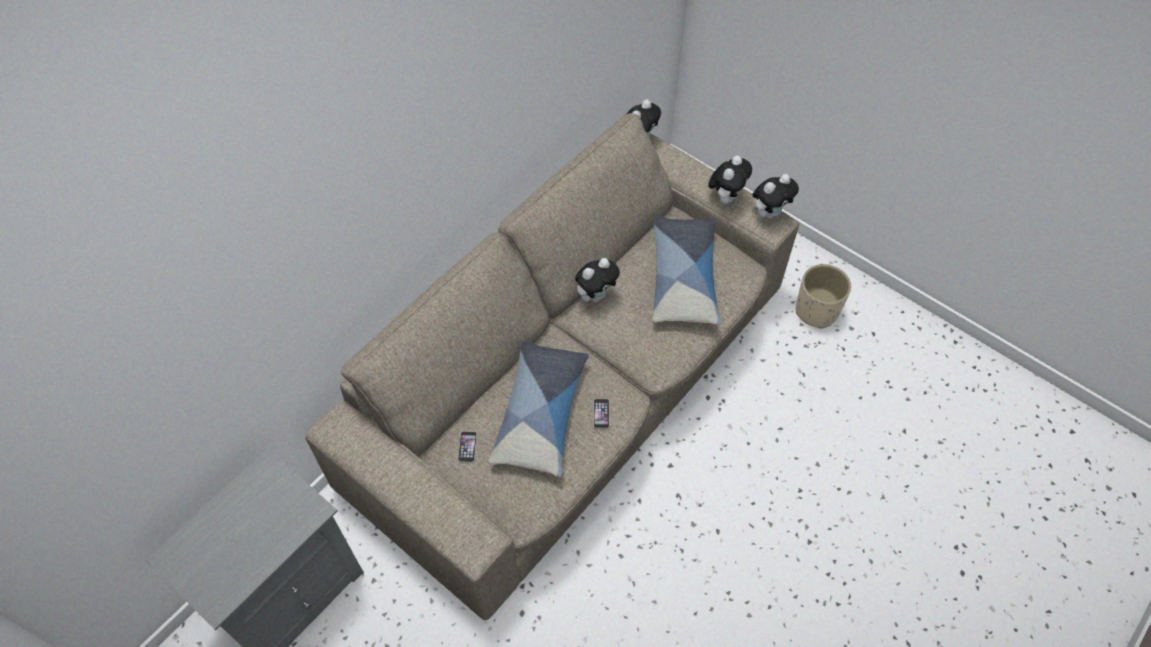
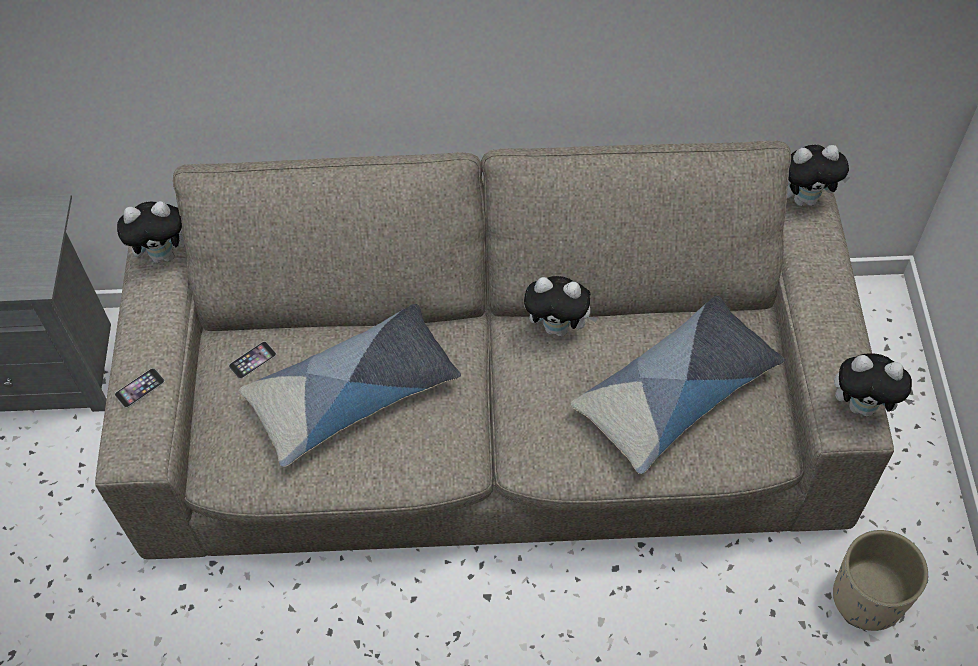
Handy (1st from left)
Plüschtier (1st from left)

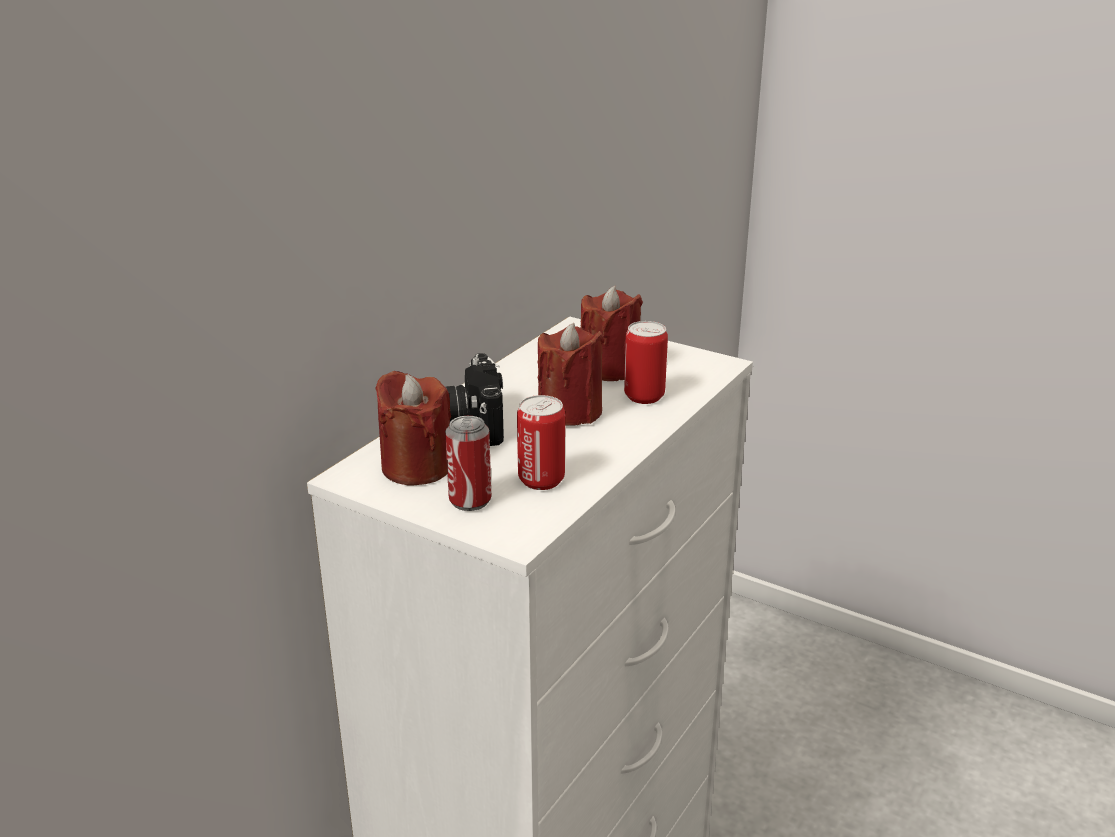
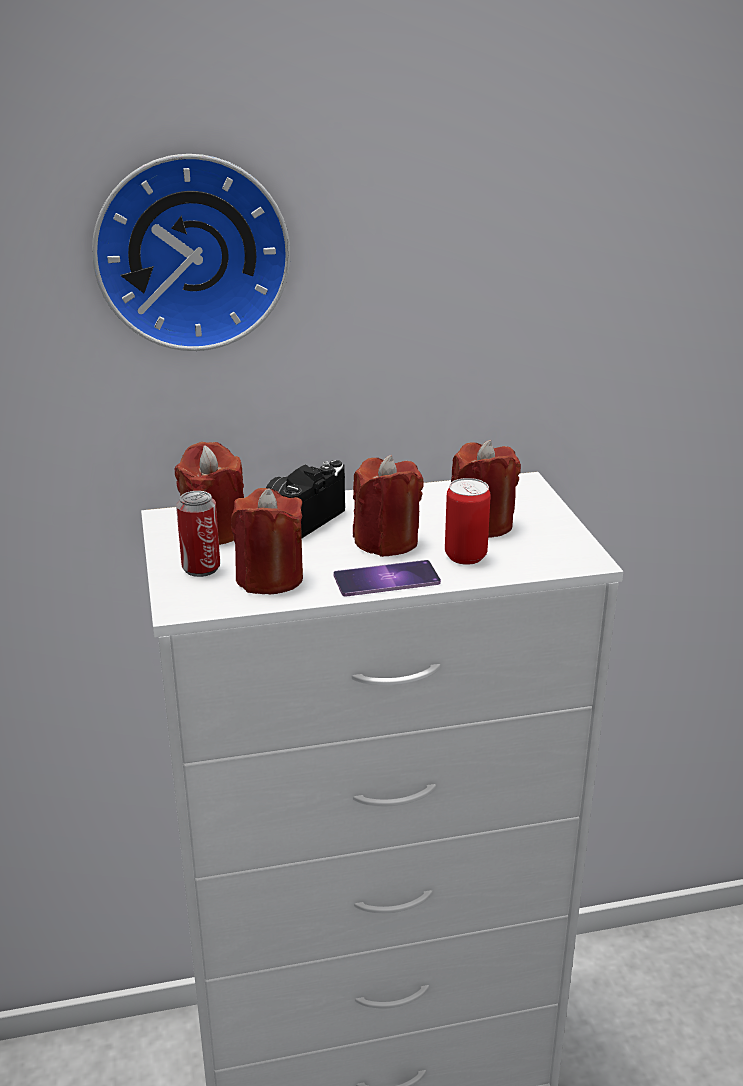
Kerze/rot (2nd from left)
Wanduhr
Handy

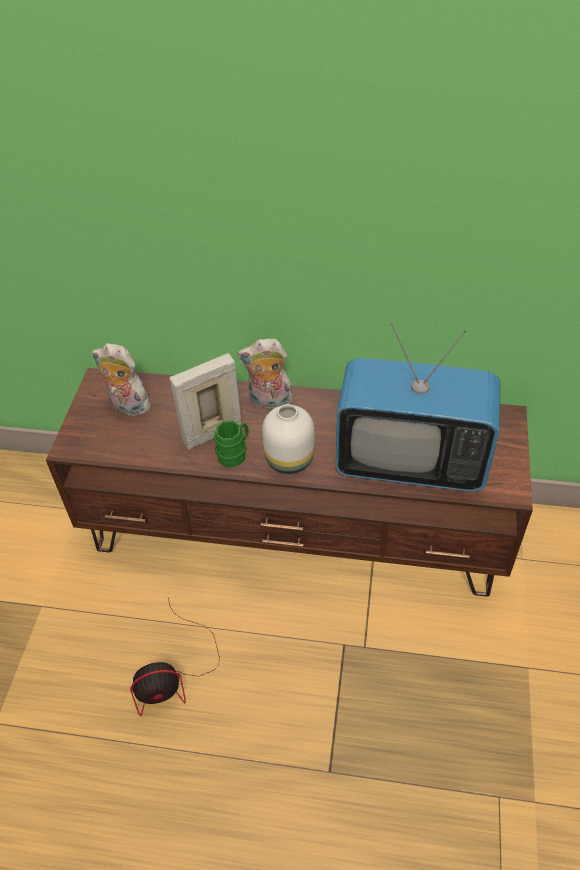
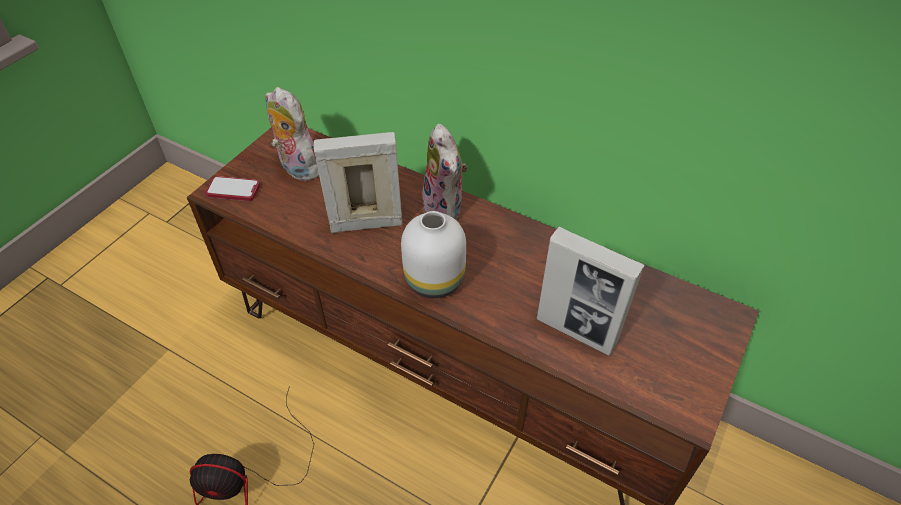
Henkelbecher/grün
Plüschtier (2nd from left)
Bilderrahmen (2nd from left)
Handy

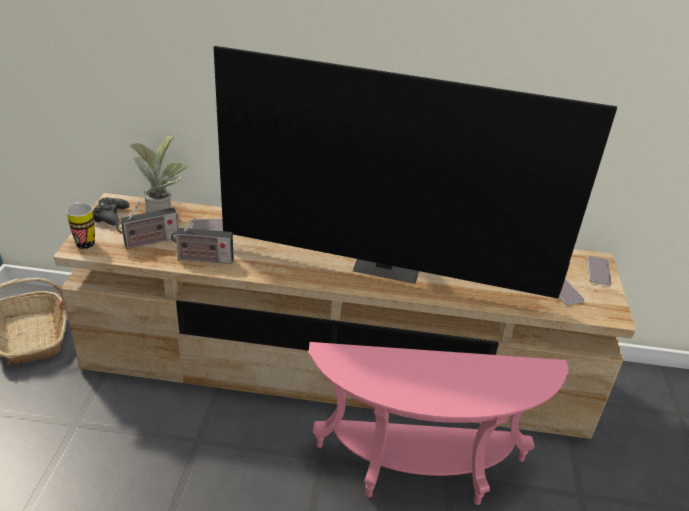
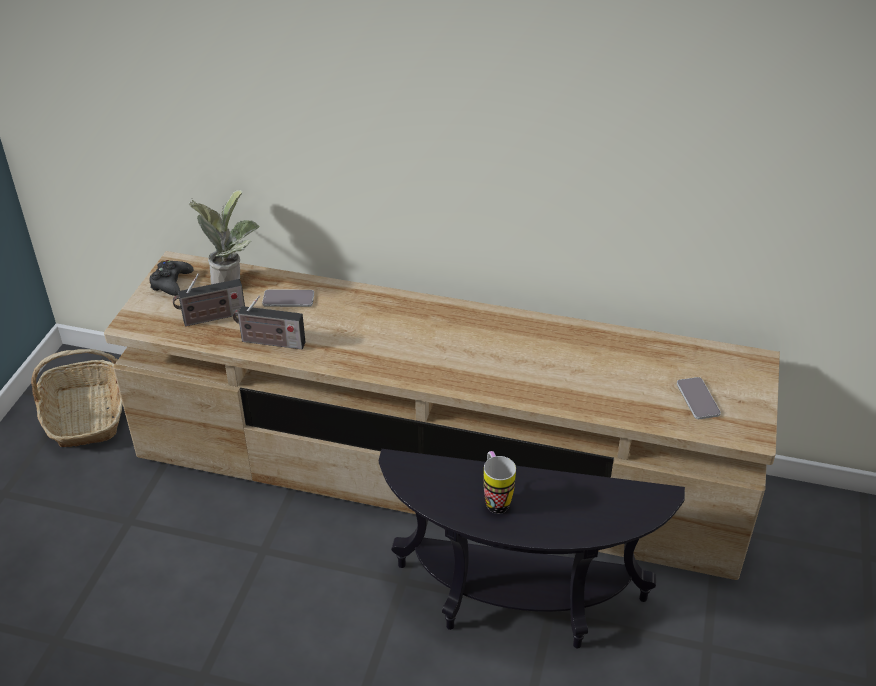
Henkelbecher
Fernseher
Beistelltisch/schwarz
Handy (3rd from left in the first image)

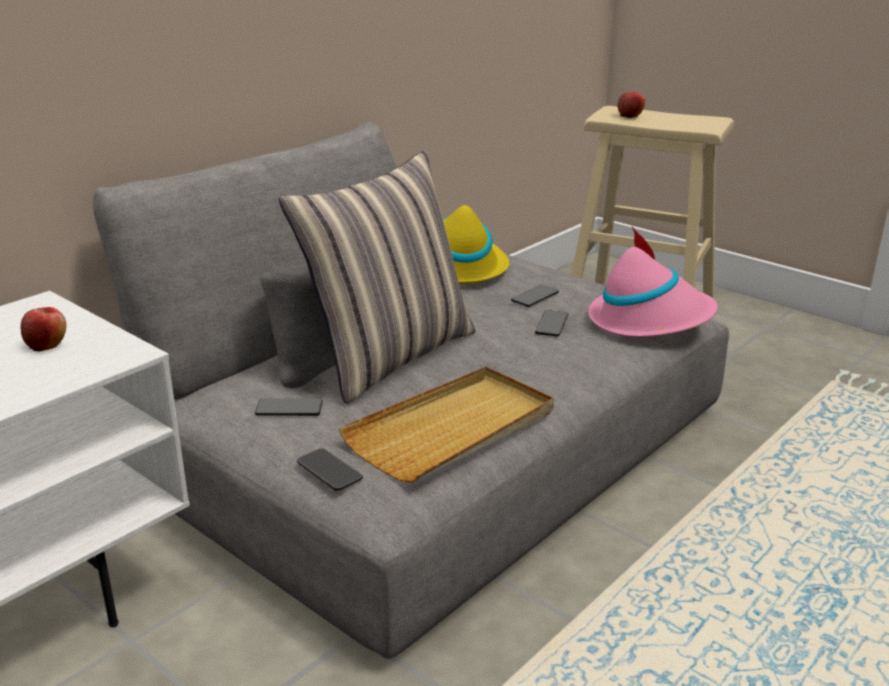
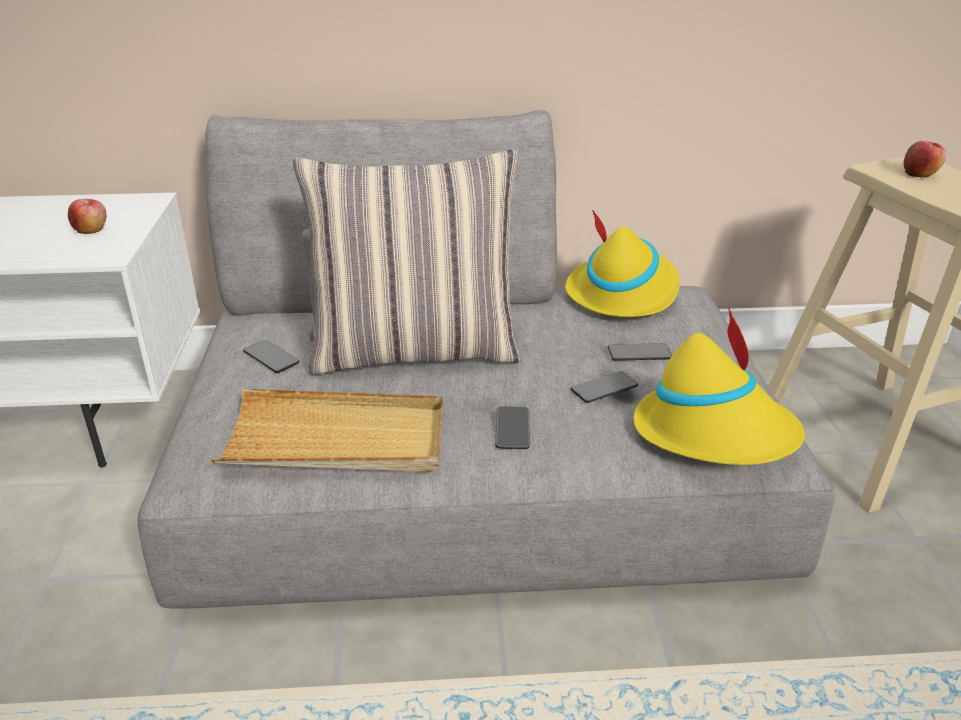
Handy (2nd from left)
Hut/gelb (2nd from left)

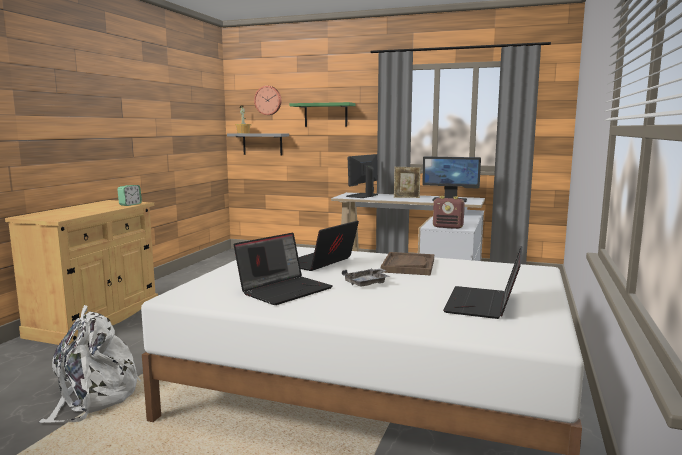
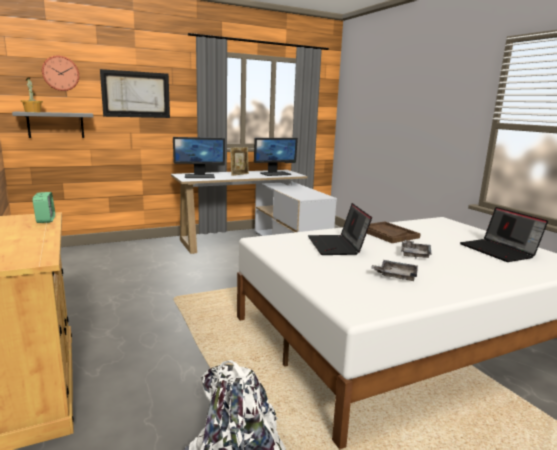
Tablett/grau (1st from left)
Bild
Monitor (1st from left)
Radio

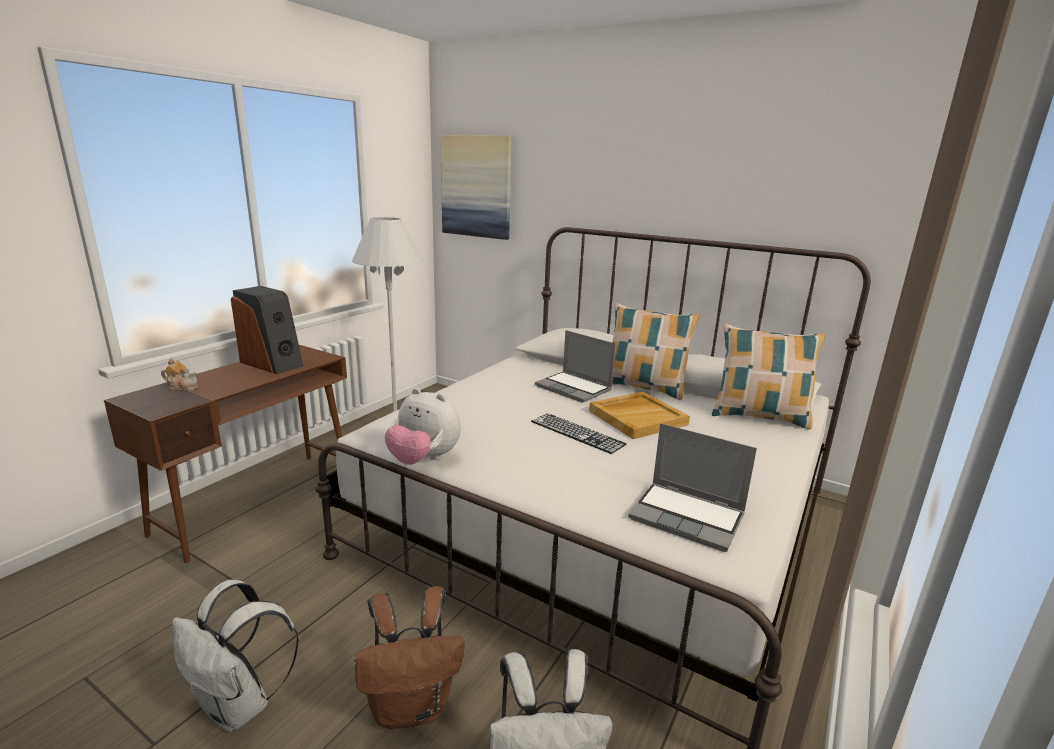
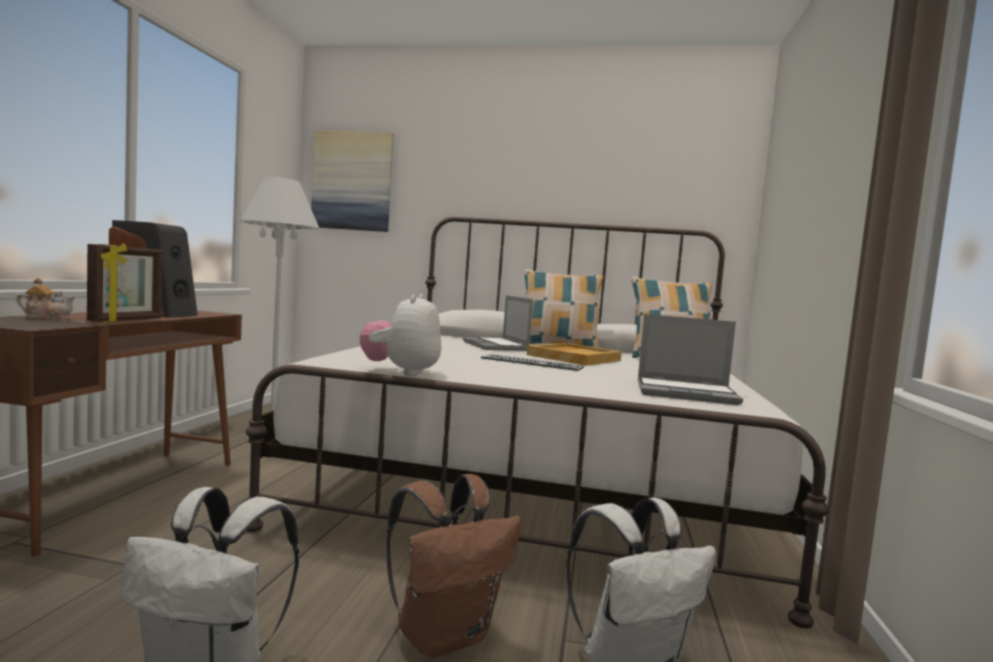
Plüschtier
Laptop (1st from left)
Bilderrahmen

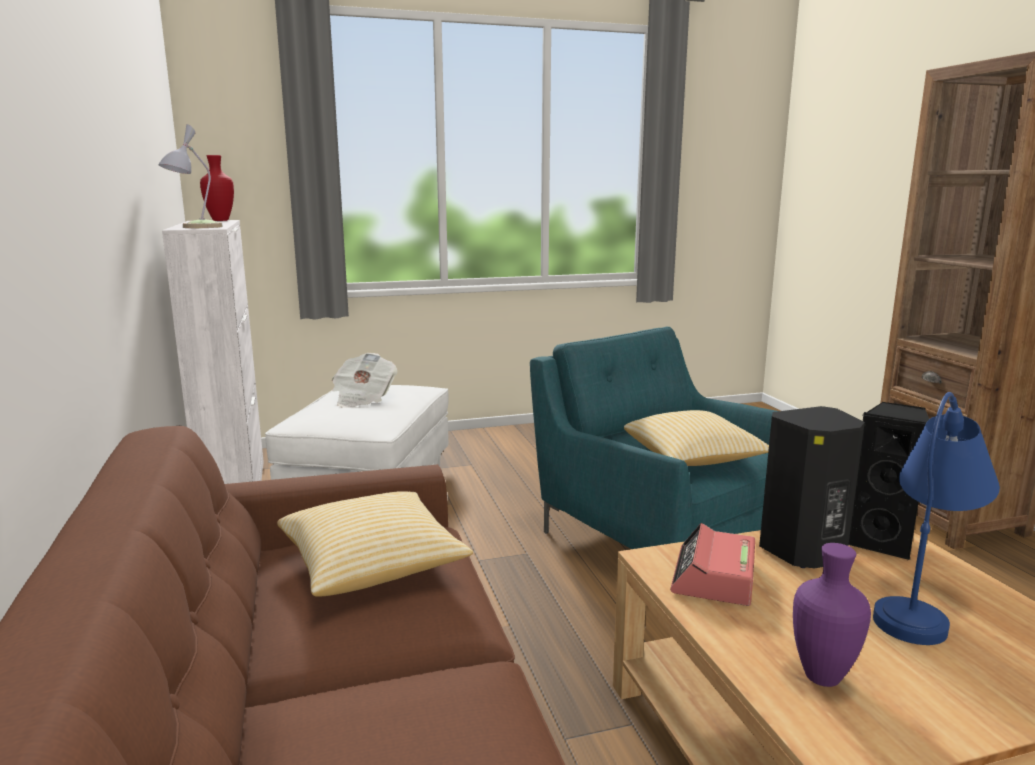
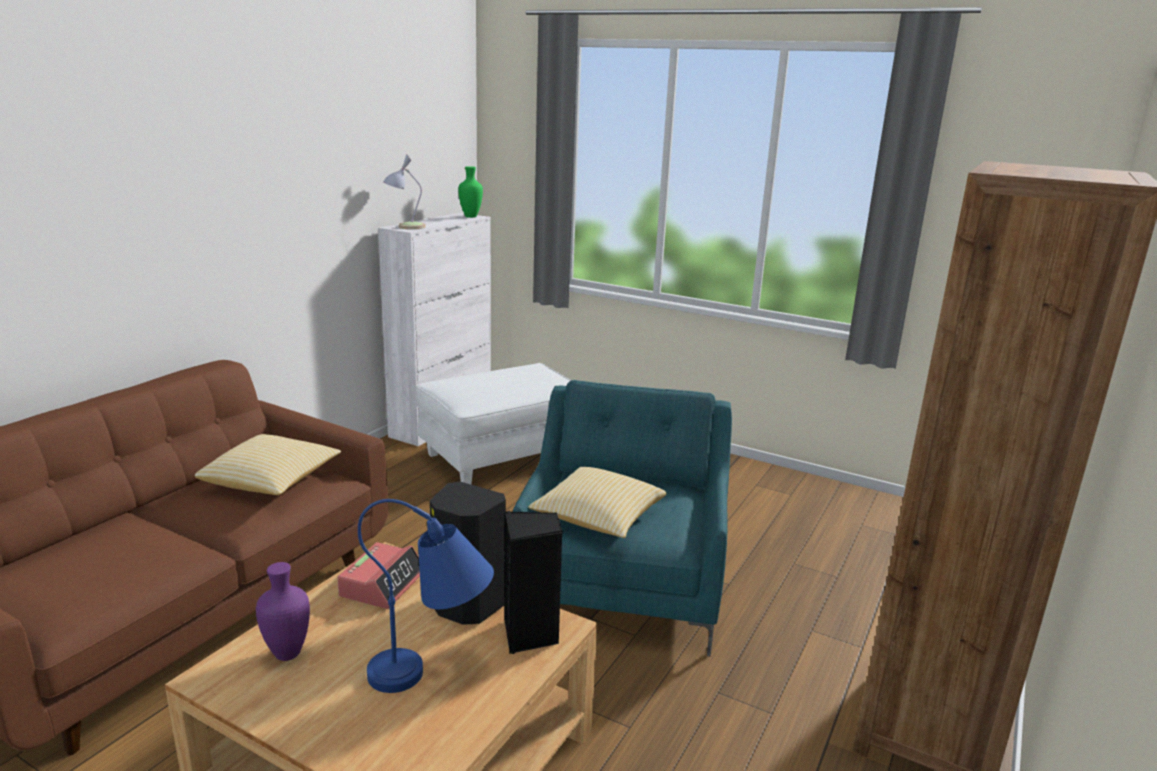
Vase/grün
Zeitung
Wecker

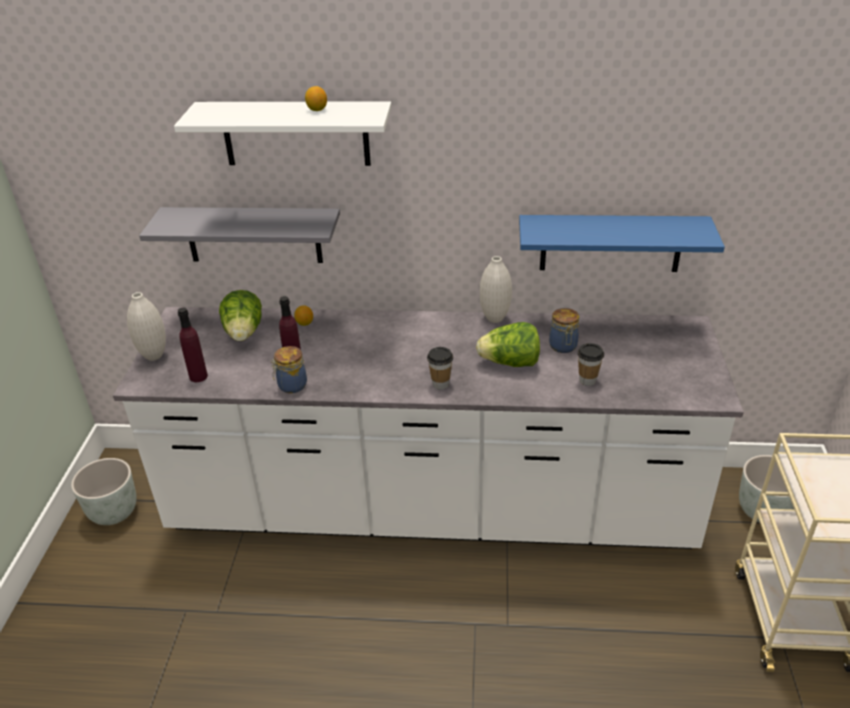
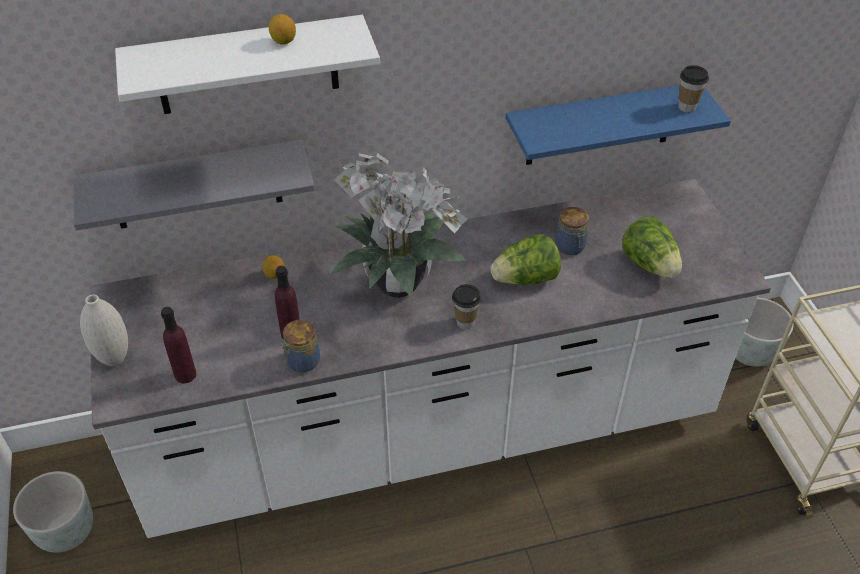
Salatkopf (2nd from left)
Vase/weiß (2nd from left in the first image)
Tasse (2nd from left)
Topfpflanze

